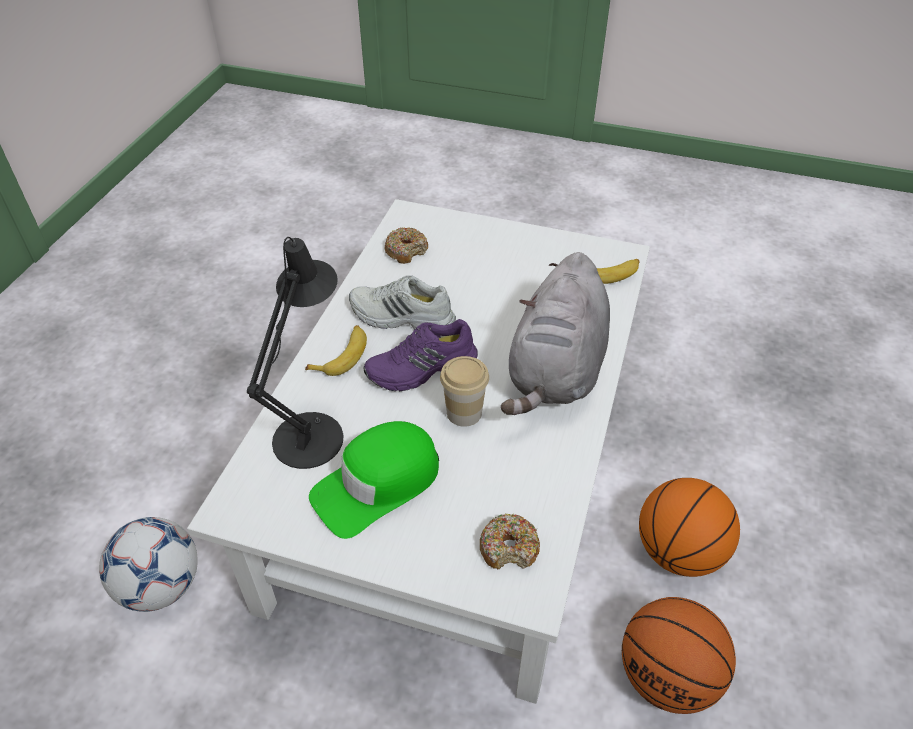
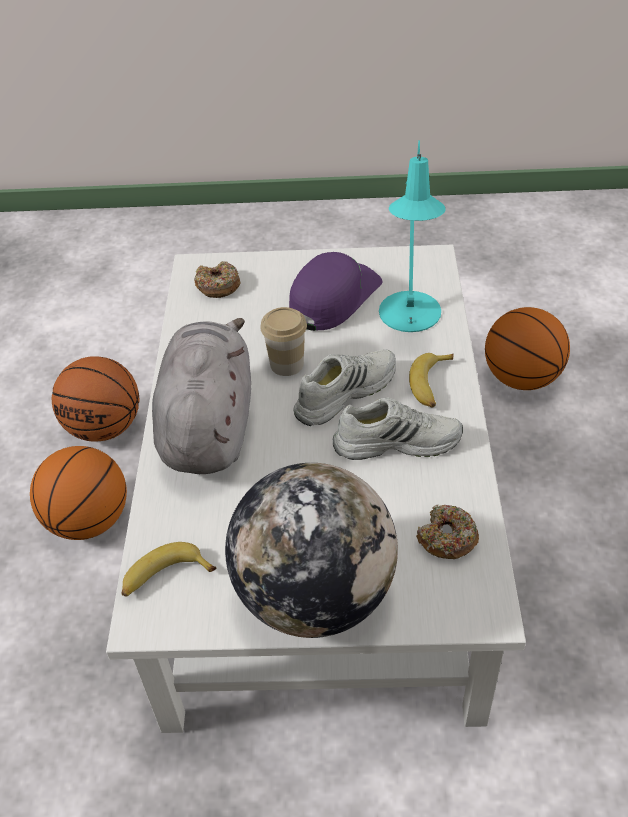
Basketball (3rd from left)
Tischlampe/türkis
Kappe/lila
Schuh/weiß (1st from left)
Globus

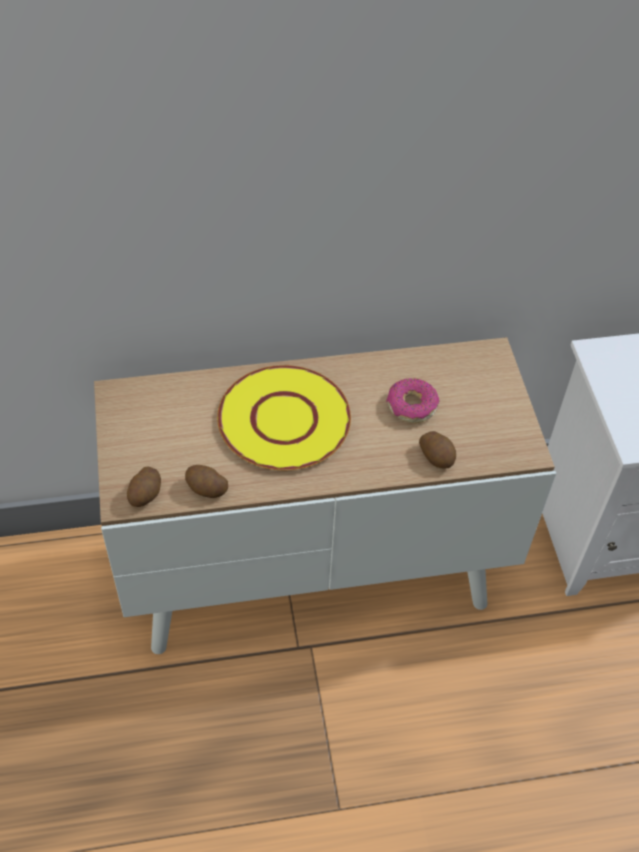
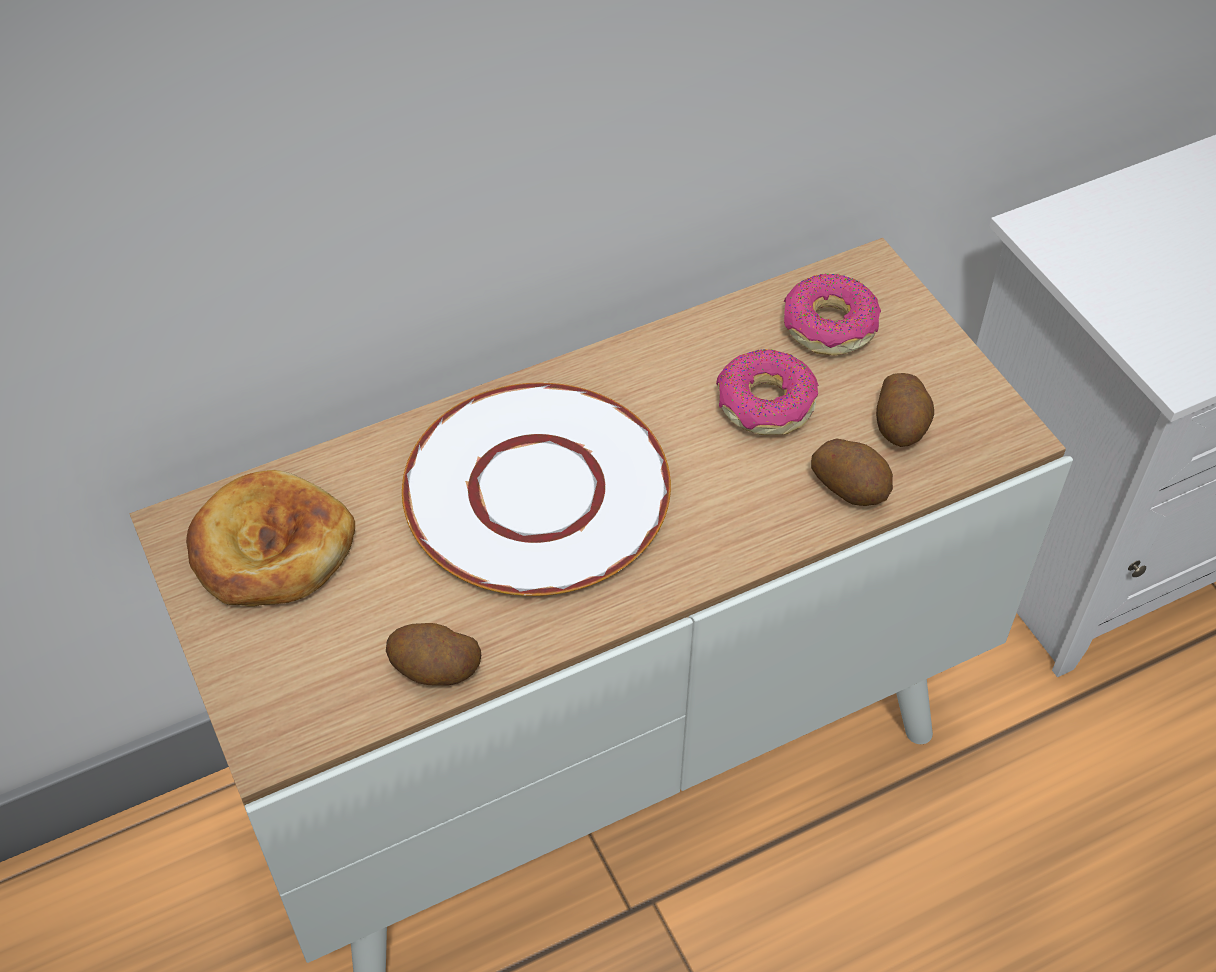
Kartoffel (3rd from left)
Teller/weiß
Brot
Donut (2nd from left)

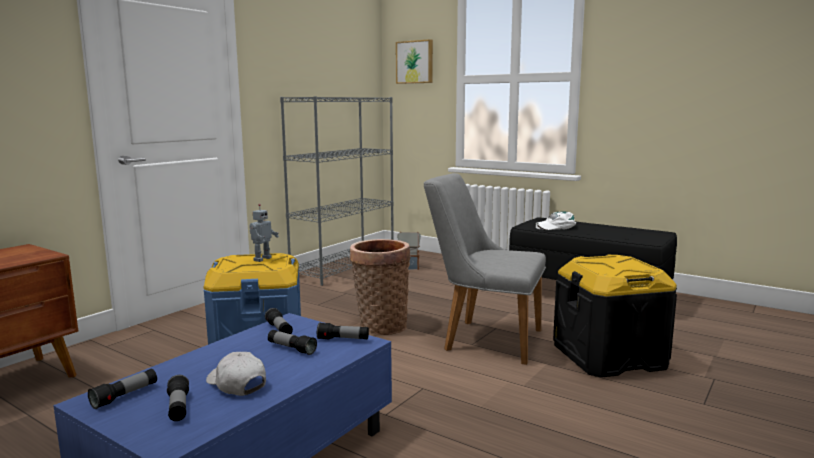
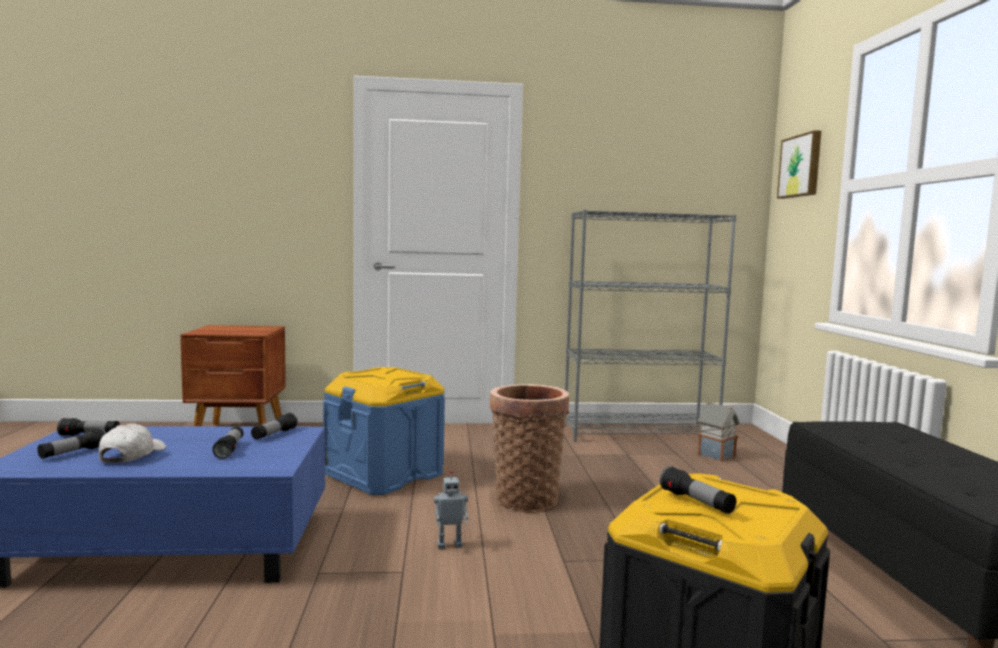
Spielzeugroboter
Taschenlampe (5th from left)
Stuhl/grau
Kappe/weiß (2nd from left in the first image)

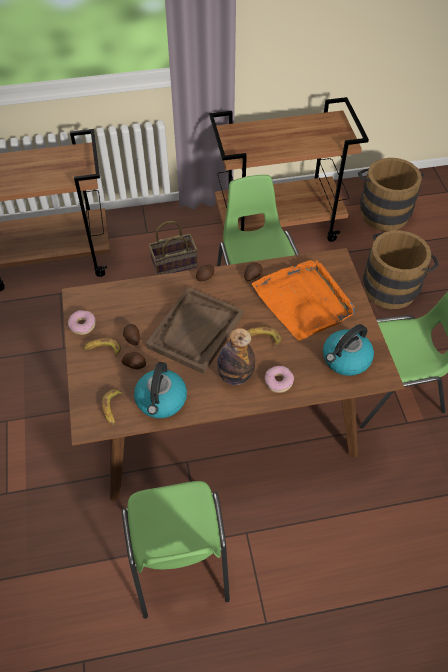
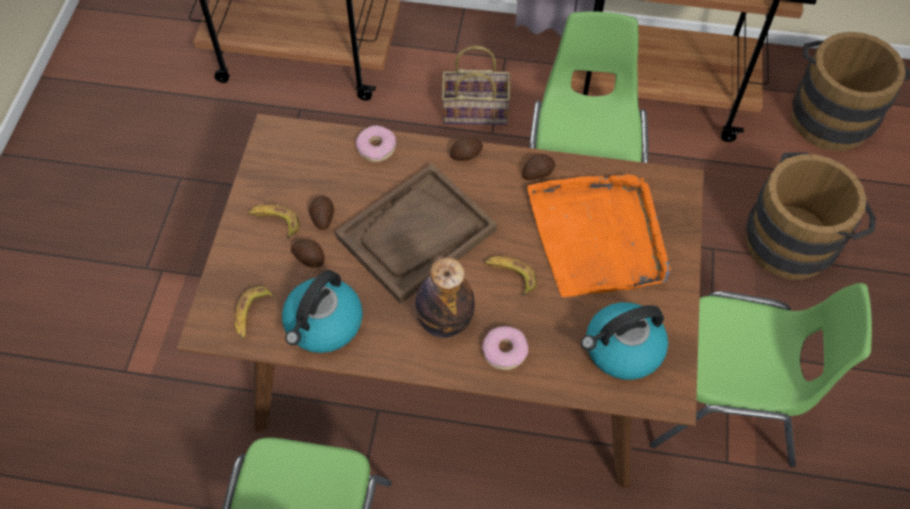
Donut (1st from left)

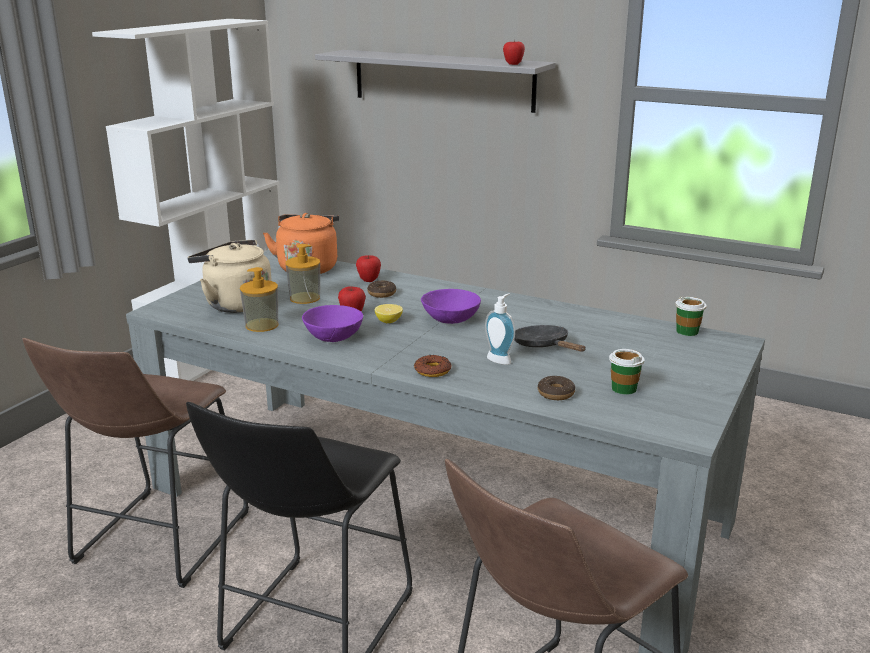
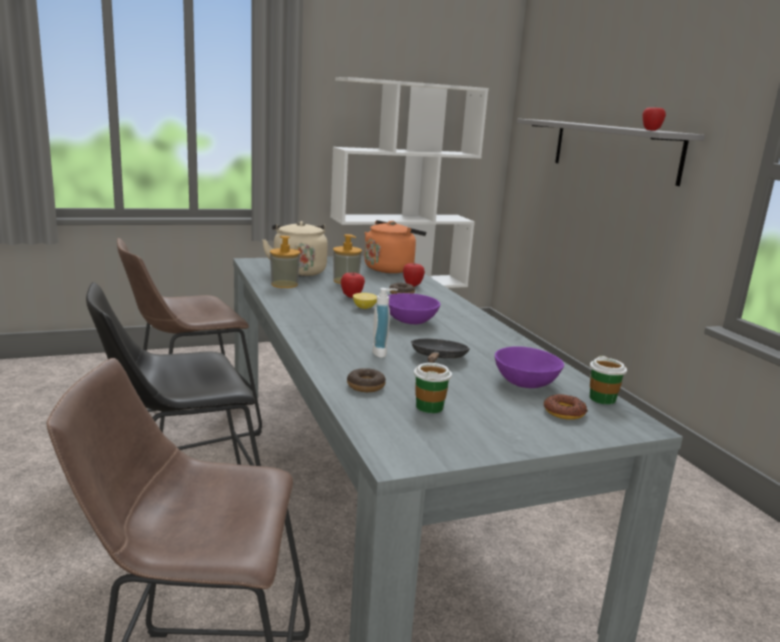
Schüssel/lila (2nd from left)
Donut (3rd from left)

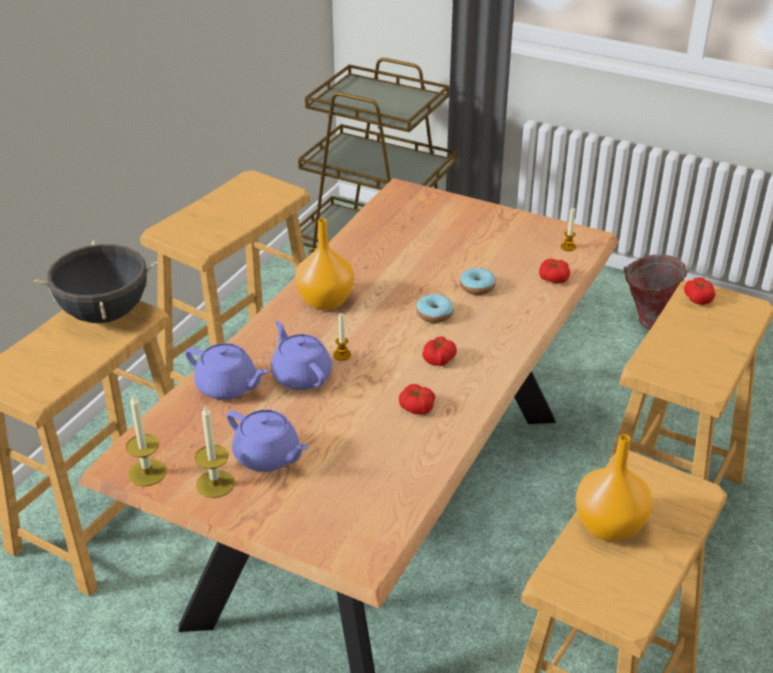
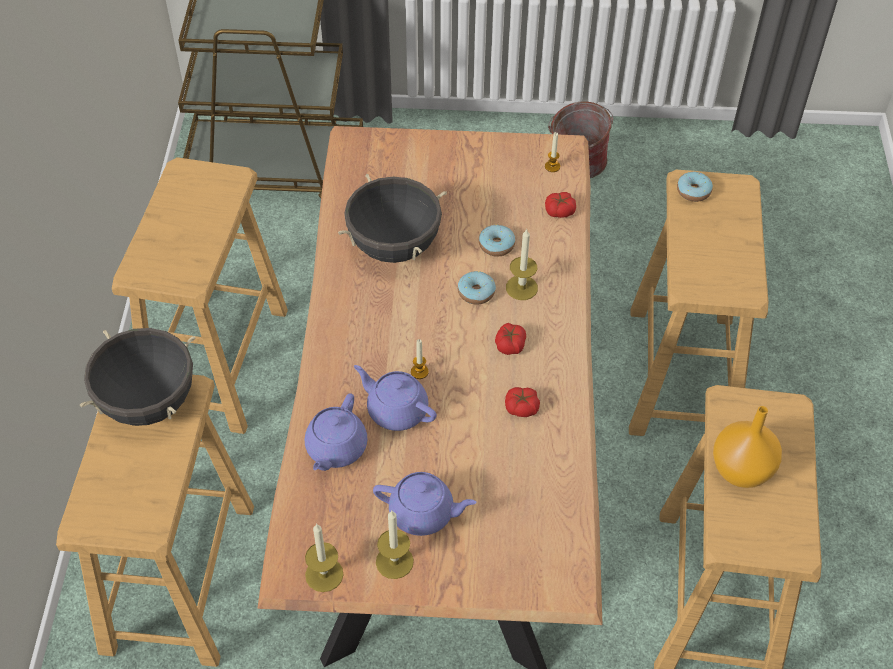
Teekanne/lila (1st from left)
Vase/orange (1st from left in the first image)
Donut (3rd from left)
Kochtopf/schwarz (2nd from left)
Kerze (4th from left)

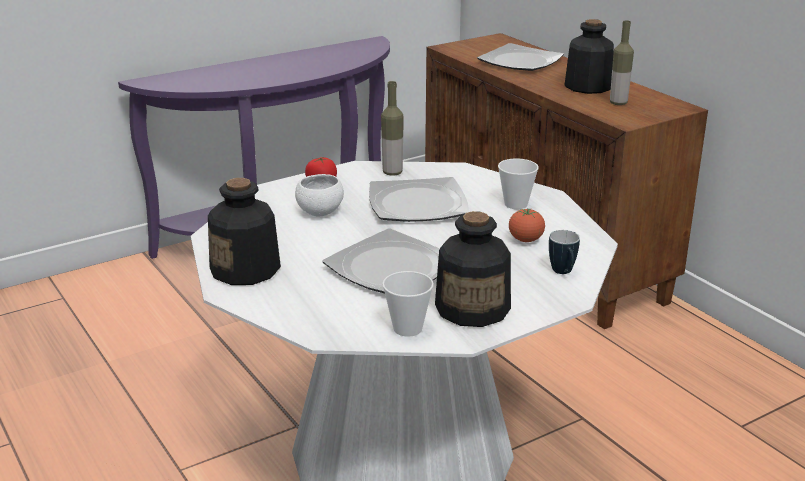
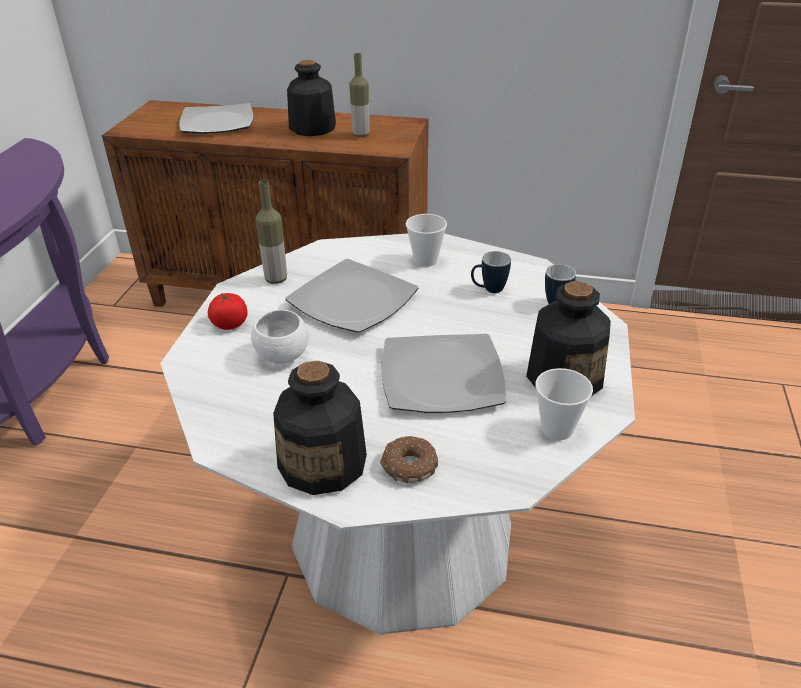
Henkelbecher (1st from left)
Donut

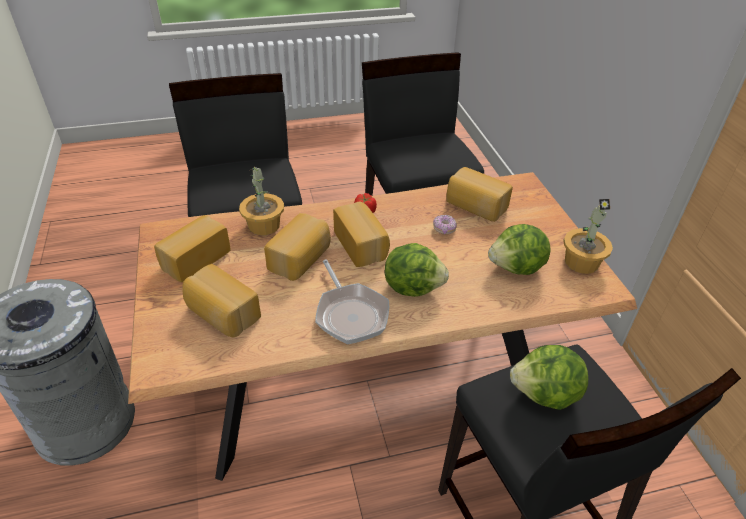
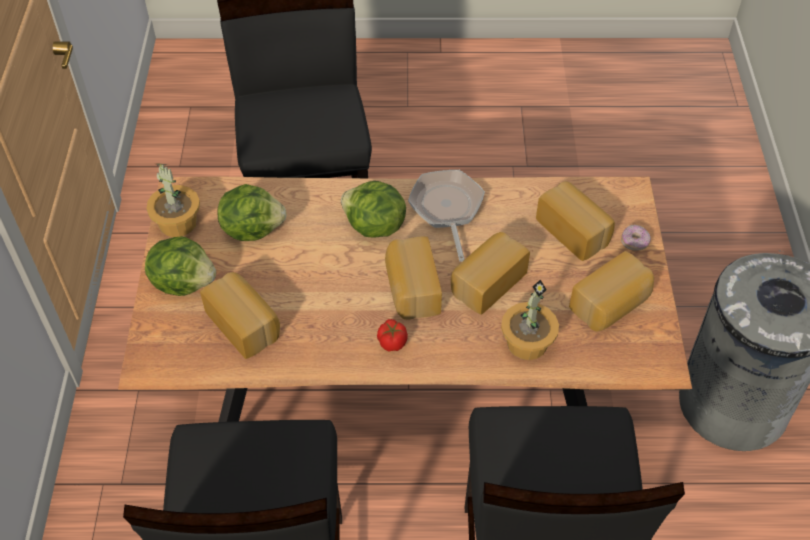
Donut
Salatkopf (1st from left)

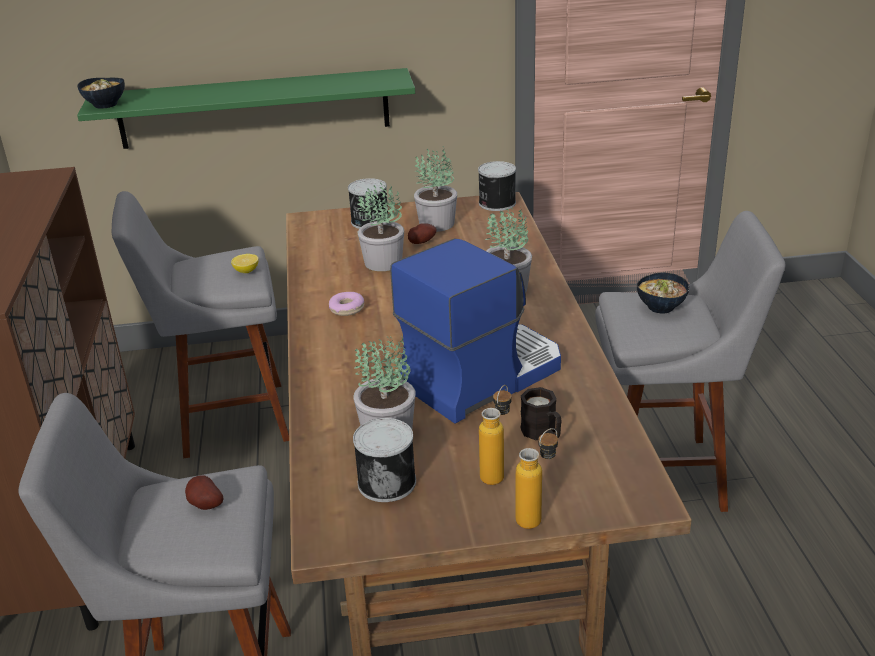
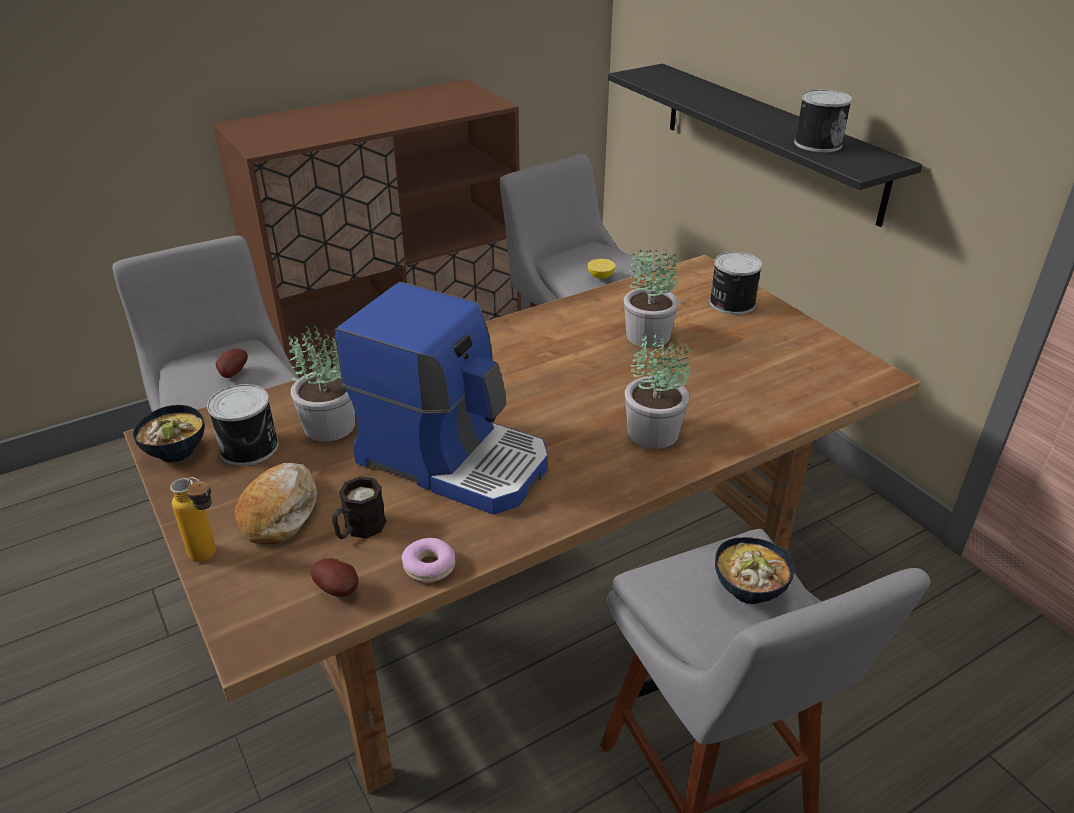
Wandregal/schwarz
Schüssel (1st from left)
Donut
Kartoffel (2nd from left)
Topfpflanze (3rd from left in the first image)
Dose (3rd from left)
Brot

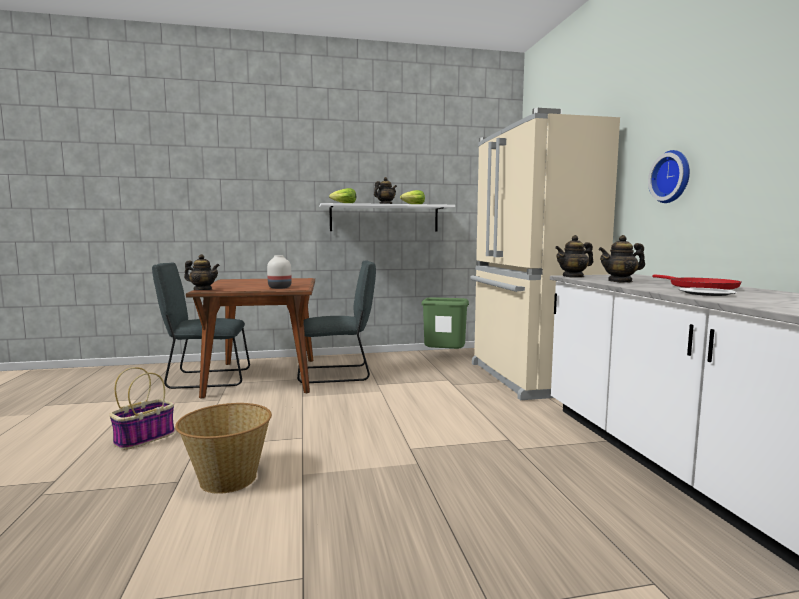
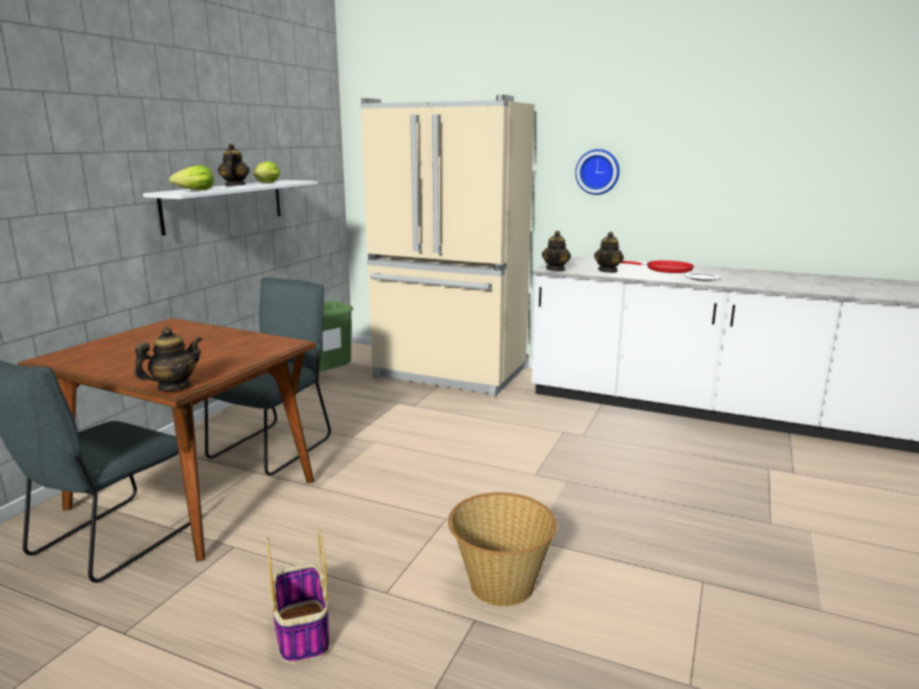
Vase/weiß

